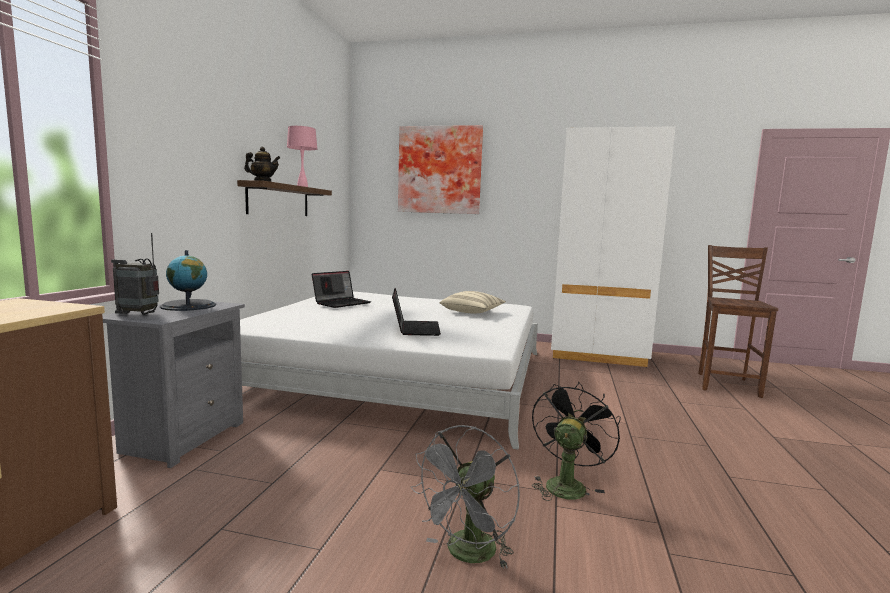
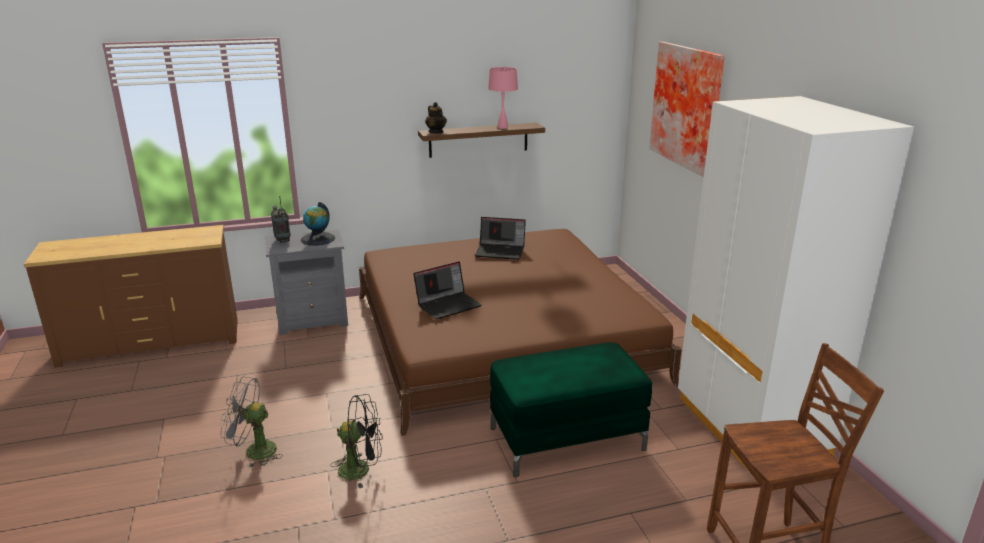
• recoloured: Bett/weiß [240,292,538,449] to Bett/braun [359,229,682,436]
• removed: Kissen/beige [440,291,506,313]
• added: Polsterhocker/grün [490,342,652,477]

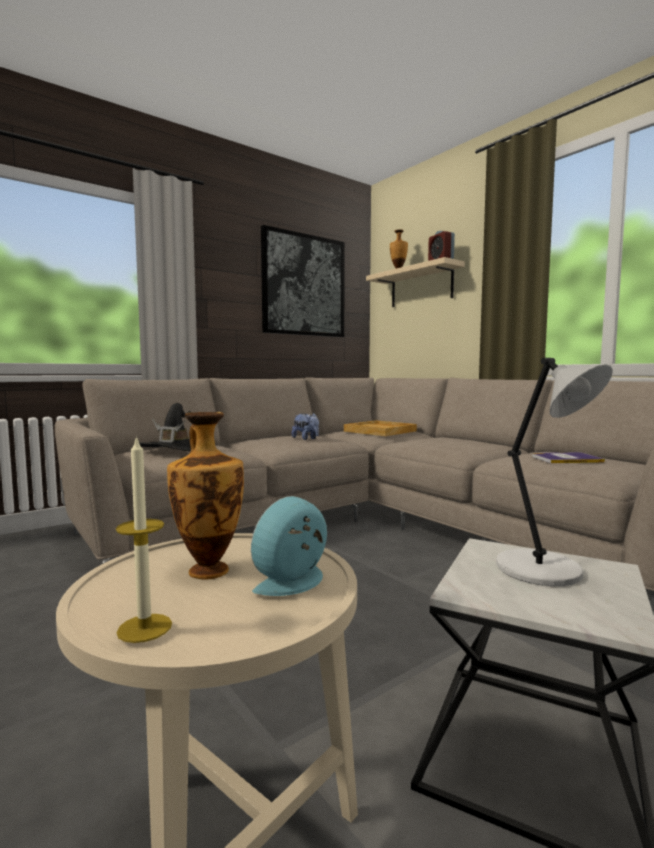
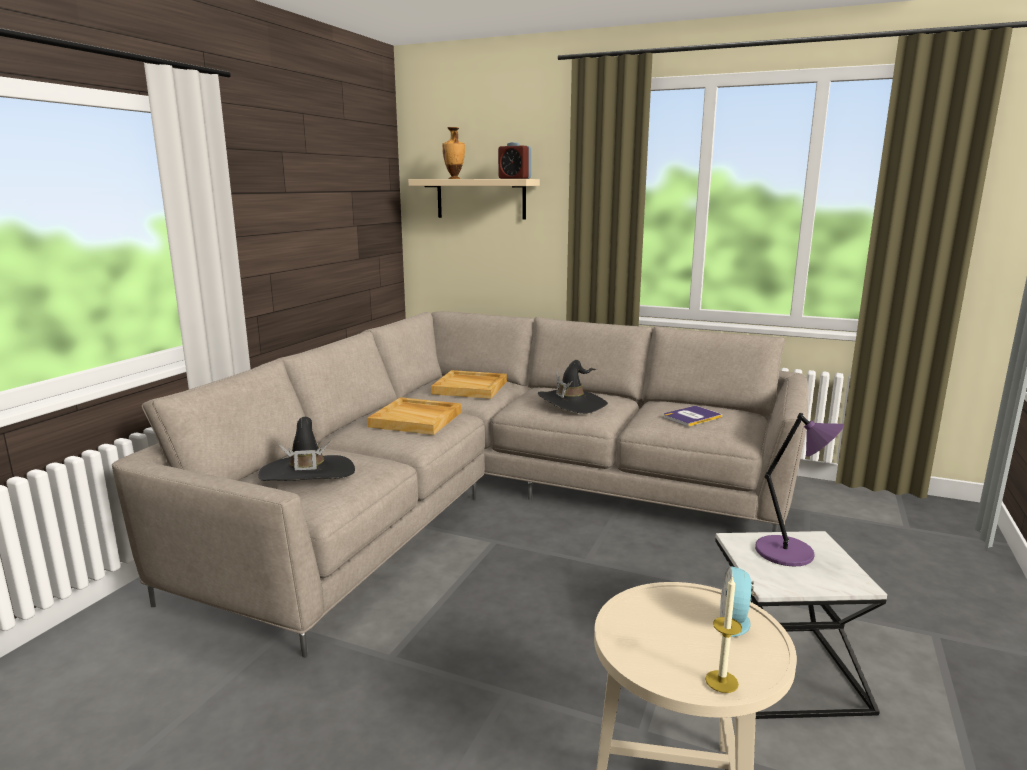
• removed: Vase [167,412,244,580]
• removed: Bild [261,225,345,337]
• replaced: Plüschtier [292,413,319,440] to Tablett/beige [367,397,461,435]
• recoloured: Tischlampe/grau [496,358,613,586] to Tischlampe/lila [755,413,844,566]
• added: Hut/schwarz [538,360,608,414]

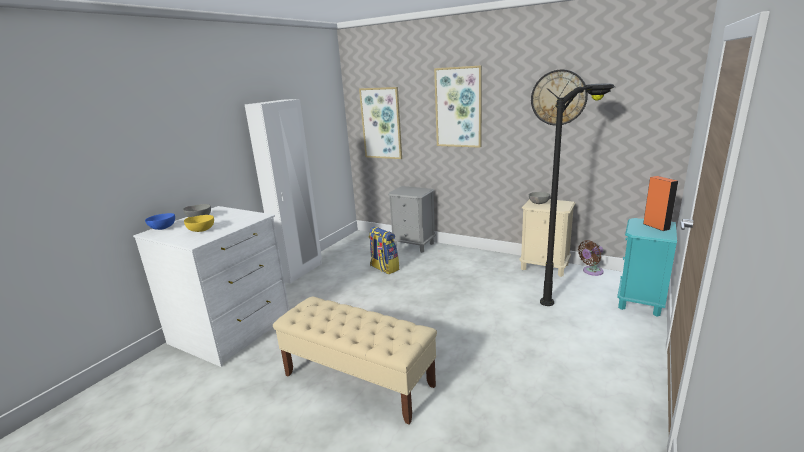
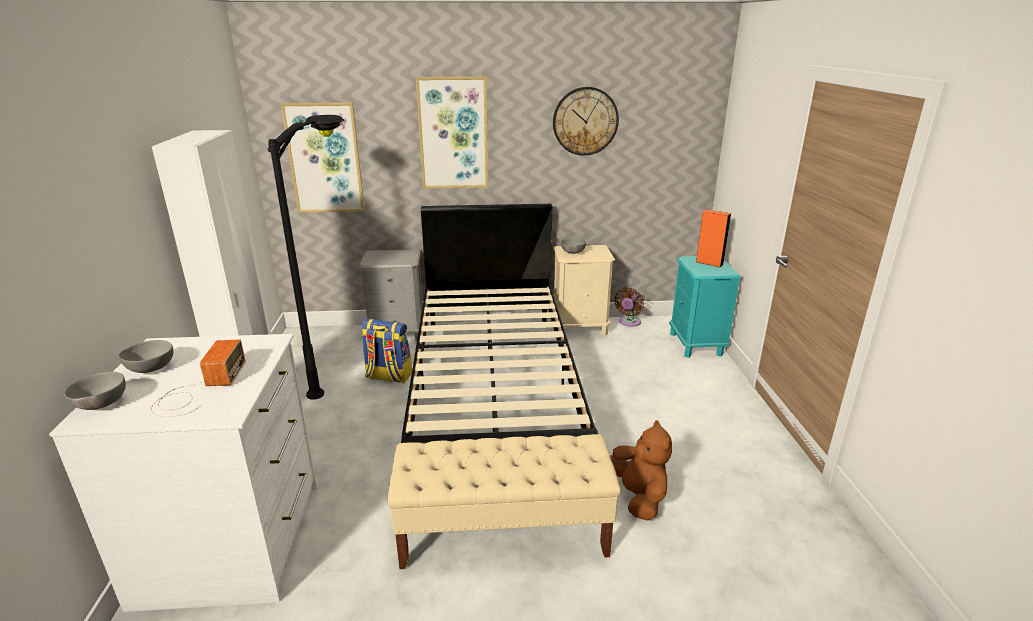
• recoloured: Schüssel/blau [145,213,175,230] to Schüssel/grau [64,372,126,410]
• replaced: Schüssel/gelb [184,215,214,232] to Radio [151,339,245,417]
• moved: Stehlampe/schwarz [540,84,615,306] to [268,115,344,400]
• added: Bett/schwarz [401,204,598,443]
• added: Plüschtier/braun [610,420,672,520]

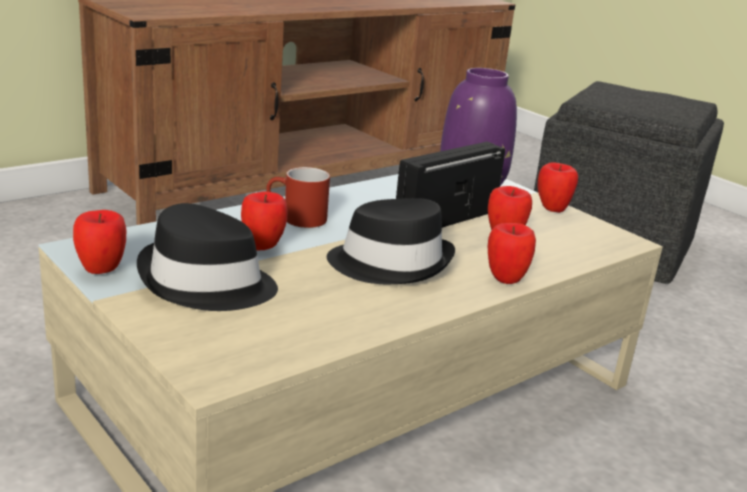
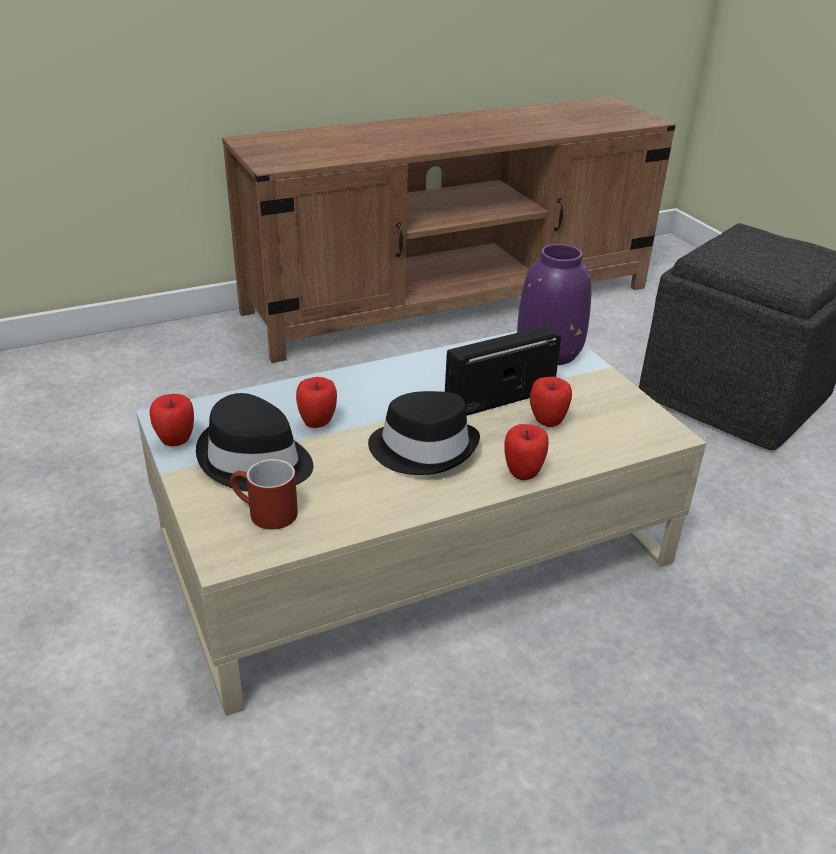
• moved: Henkelbecher/rot [266,167,330,228] to [230,459,298,530]
• removed: Apfel [538,162,578,213]

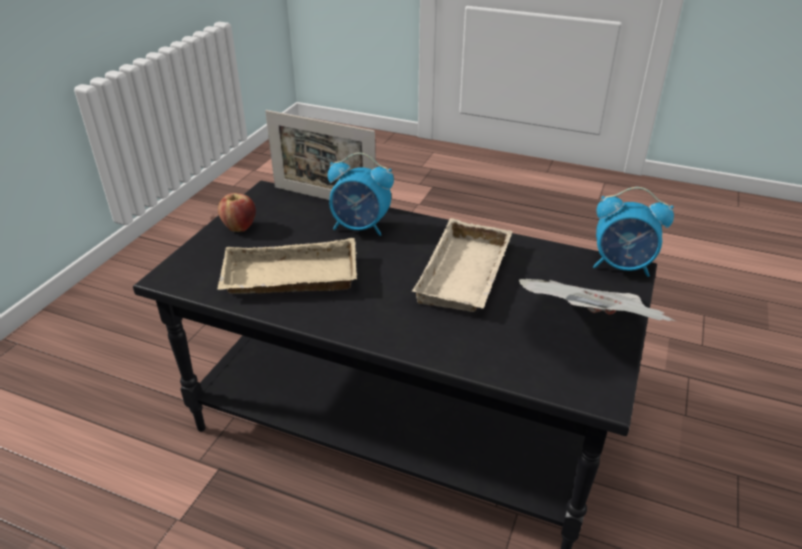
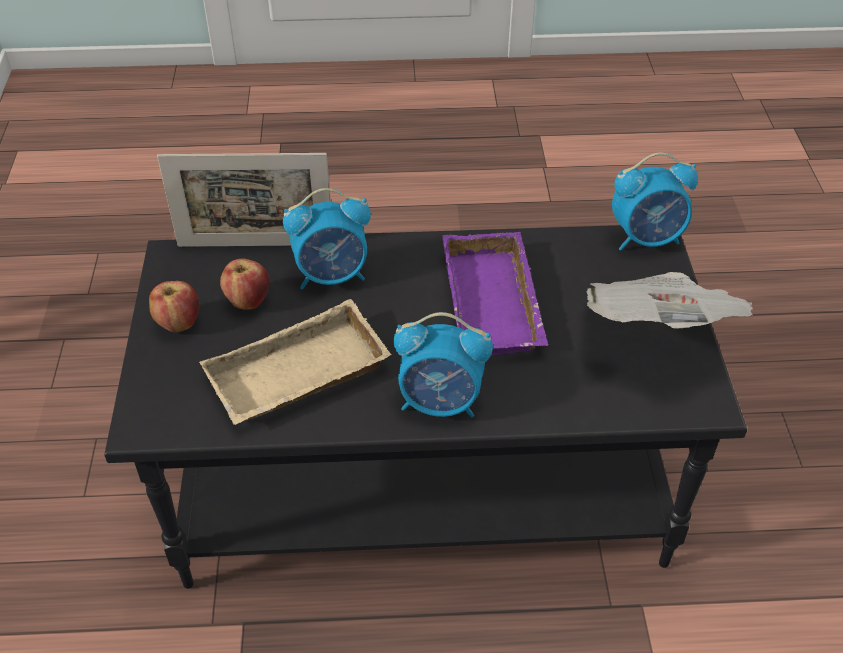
• recoloured: Tablett/beige [412,218,512,312] to Tablett/lila [443,232,549,356]
• added: Apfel [220,258,270,310]
• added: Wecker [394,312,493,417]

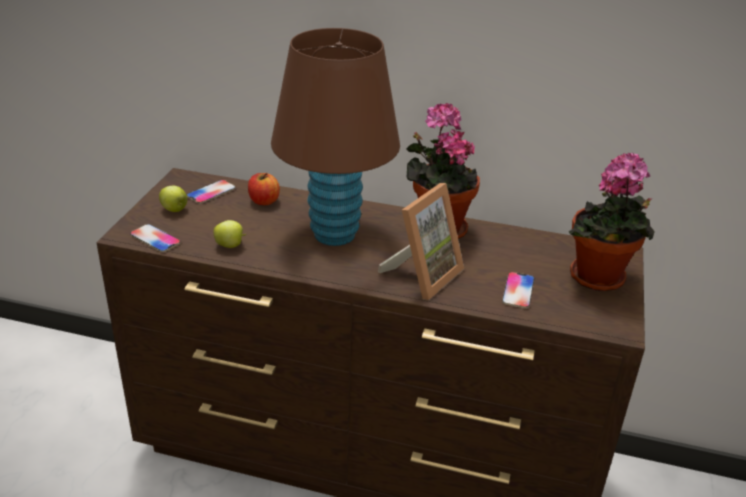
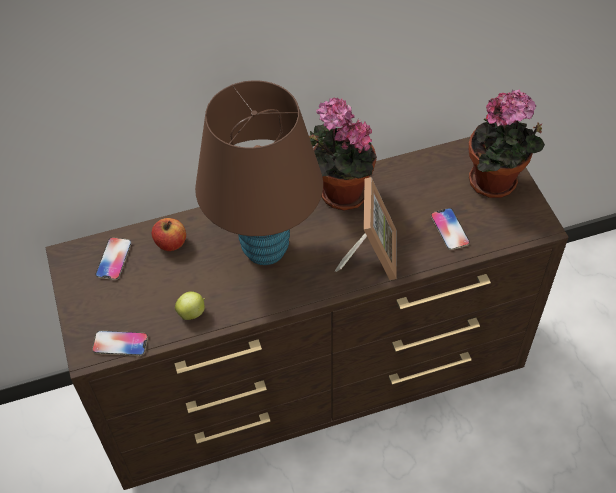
• removed: Apfel [159,186,187,212]

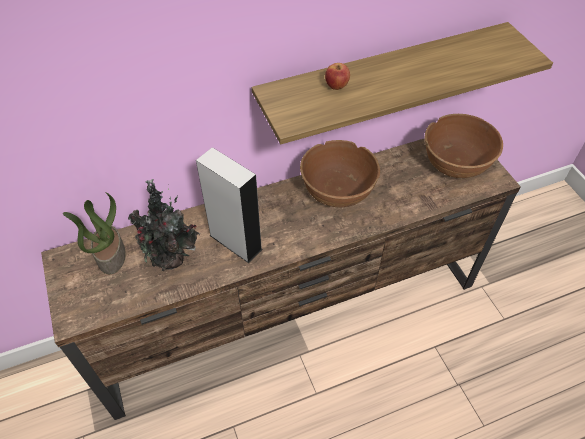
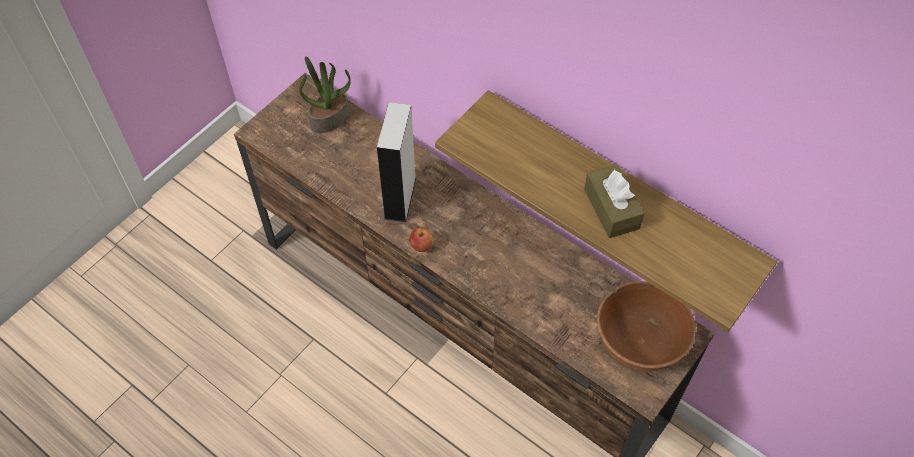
• removed: Topfpflanze [128,179,200,271]
• removed: Schüssel/braun [300,140,380,208]
• moved: Apfel [325,63,350,90] to [409,227,433,252]
• added: Taschentuchbox/braun [584,164,645,238]

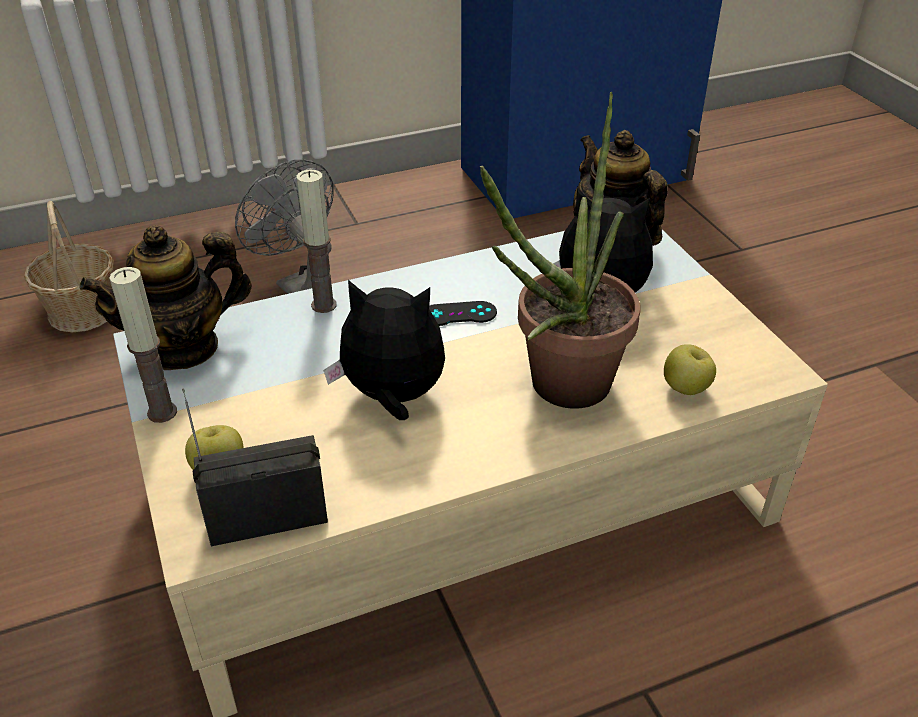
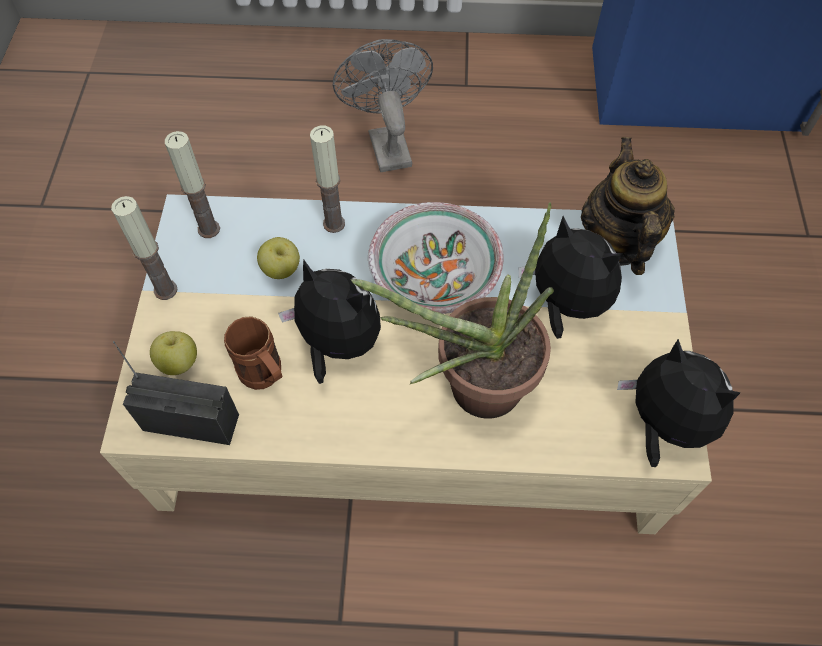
• removed: Korb [24,201,114,332]
• replaced: Teekanne [79,225,252,370] to Kerze [165,131,220,238]
• replaced: Gamepad/schwarz [429,301,497,326] to Schüssel [368,202,504,314]
• moved: Apfel [664,344,716,395] to [257,237,300,279]
• added: Henkelbecher/braun [224,316,282,390]
• added: Plüschtier [617,339,741,467]

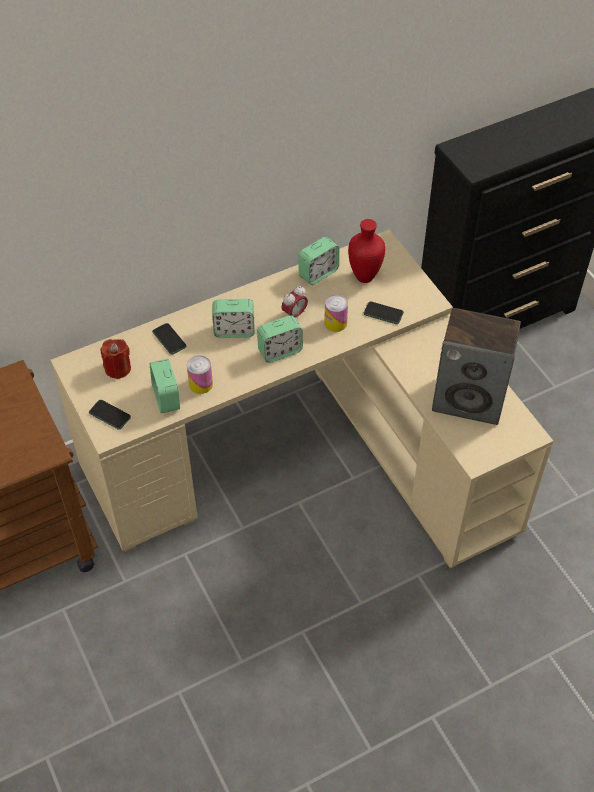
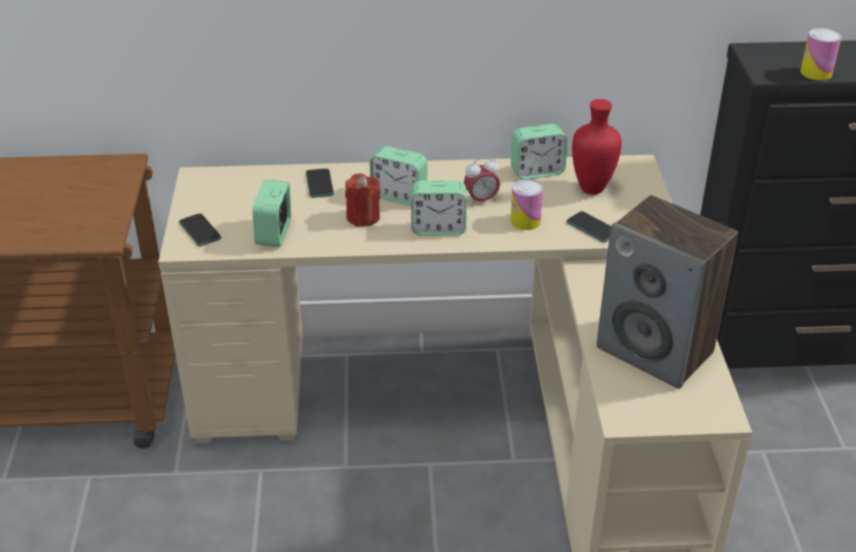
• moved: Kerze/rot [100,339,131,379] to [345,173,381,227]
• moved: Dose [187,355,213,394] to [800,28,842,80]

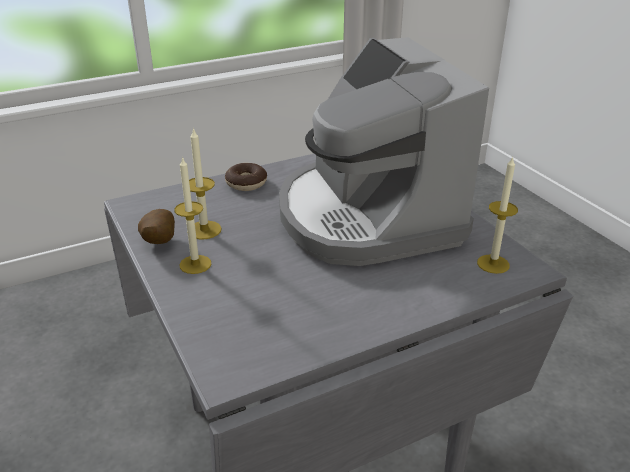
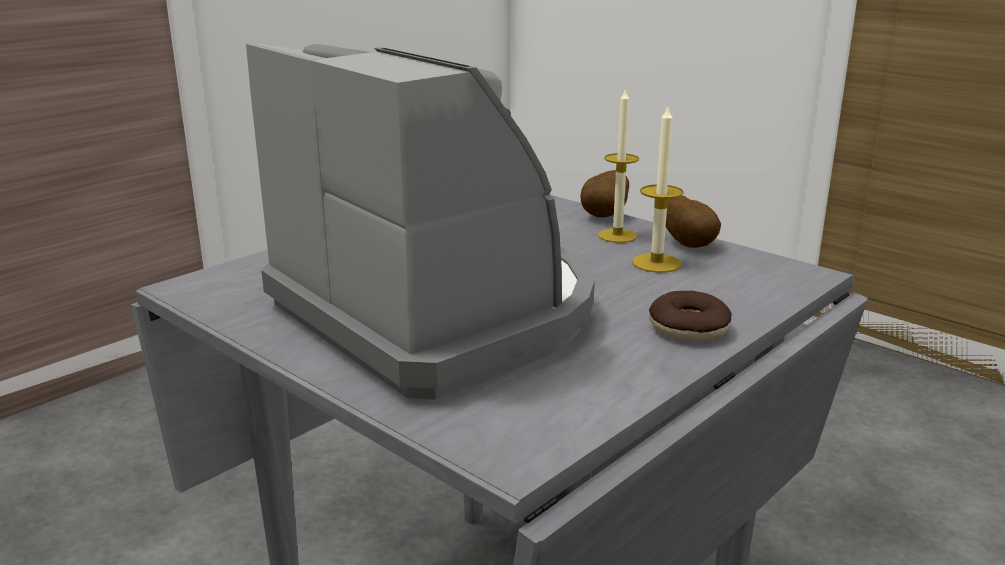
• removed: Kerze [477,157,518,274]
• added: Kartoffel [580,170,629,218]

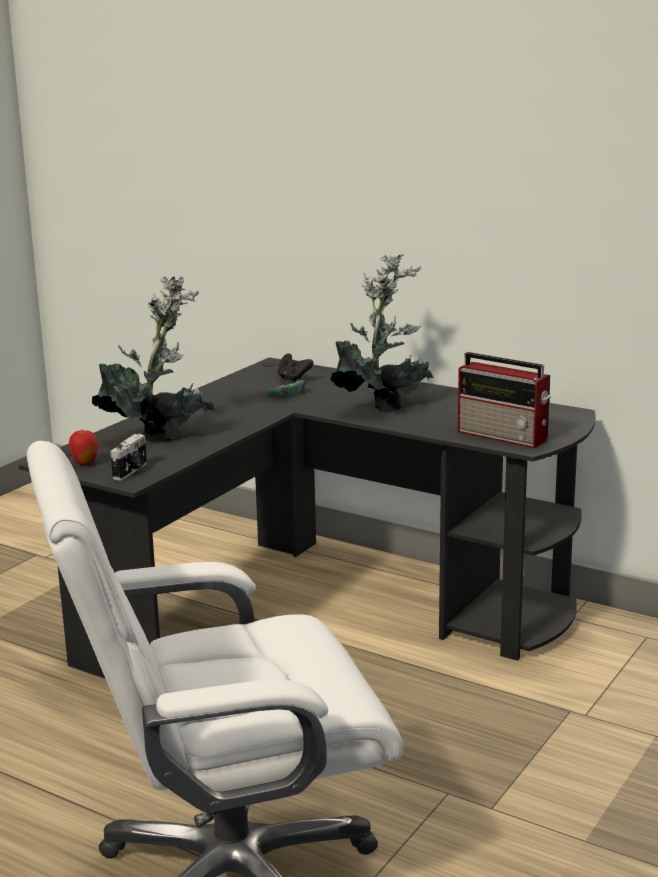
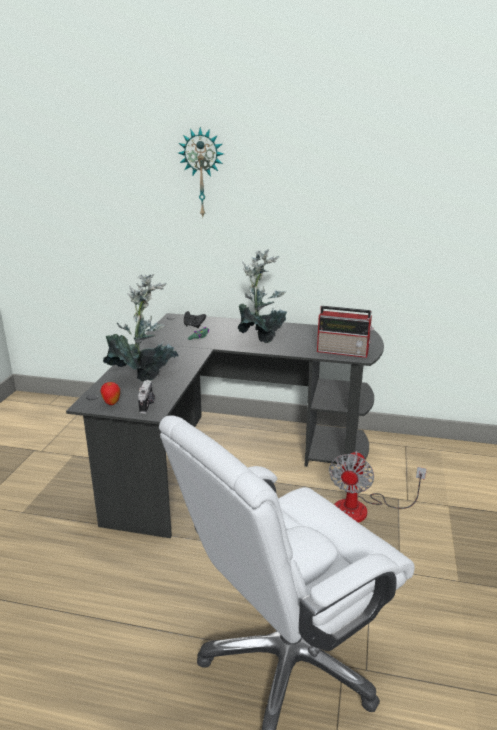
• added: Wanduhr [178,127,223,217]
• added: Ventilator [329,451,426,523]

